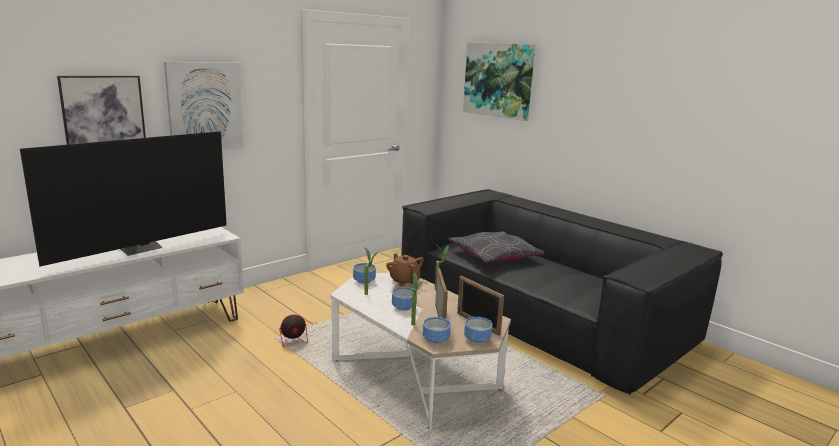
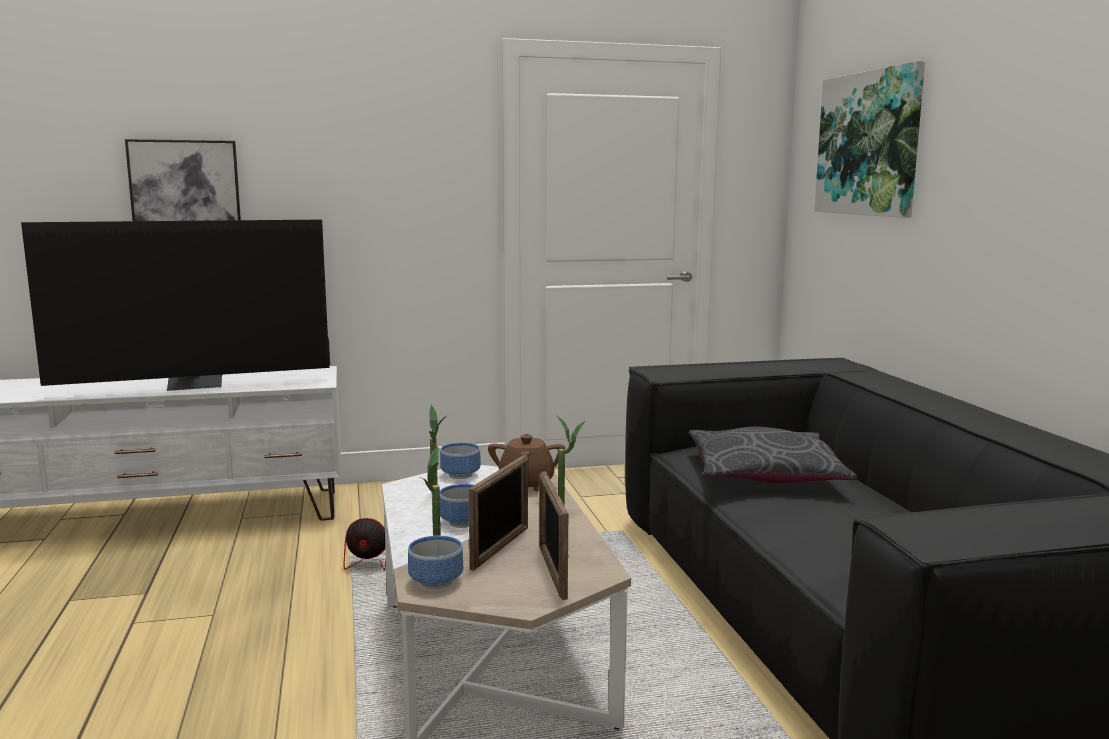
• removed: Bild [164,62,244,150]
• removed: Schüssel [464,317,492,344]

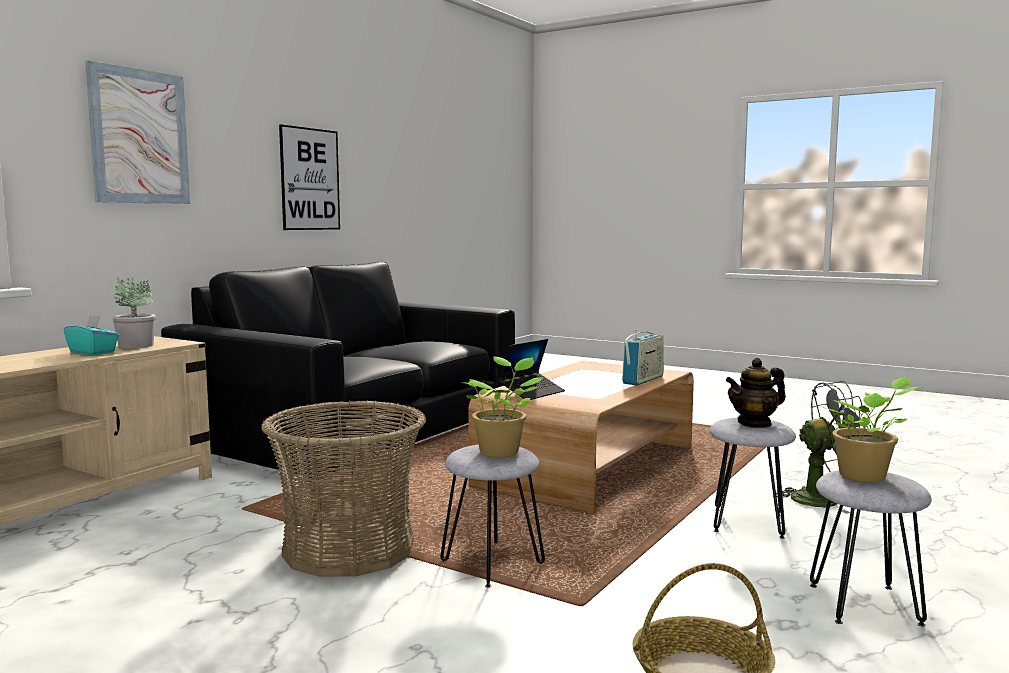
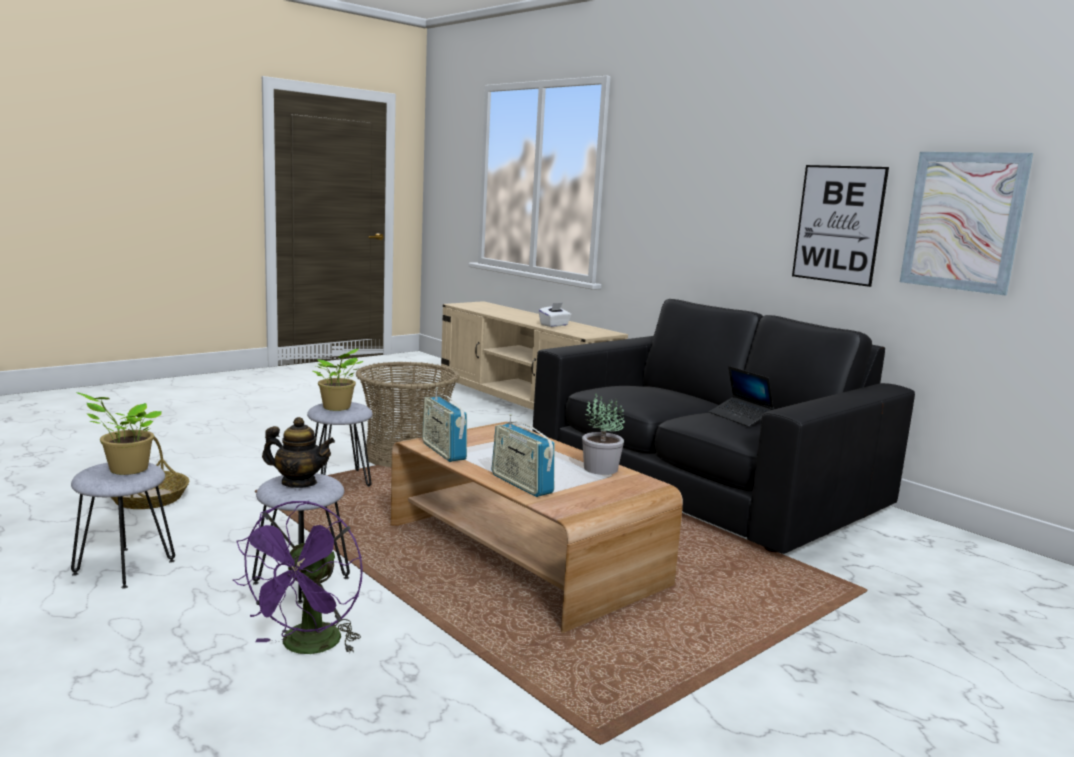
• recoloured: Taschentuchbox/türkis [64,315,119,355] to Taschentuchbox/weiß [539,303,571,327]
• moved: Bild [85,61,190,204] to [900,152,1034,296]
• moved: Topfpflanze [113,277,156,348] to [582,393,625,475]
• moved: Laptop [498,339,565,400] to [709,366,774,427]
• turned: Teekanne [726,358,786,428] = [262,417,335,488] 105 degrees clockwise
• recoloured: Ventilator/grau [776,381,871,514] to Ventilator/lila [233,501,363,654]
• added: Radio [422,387,467,462]

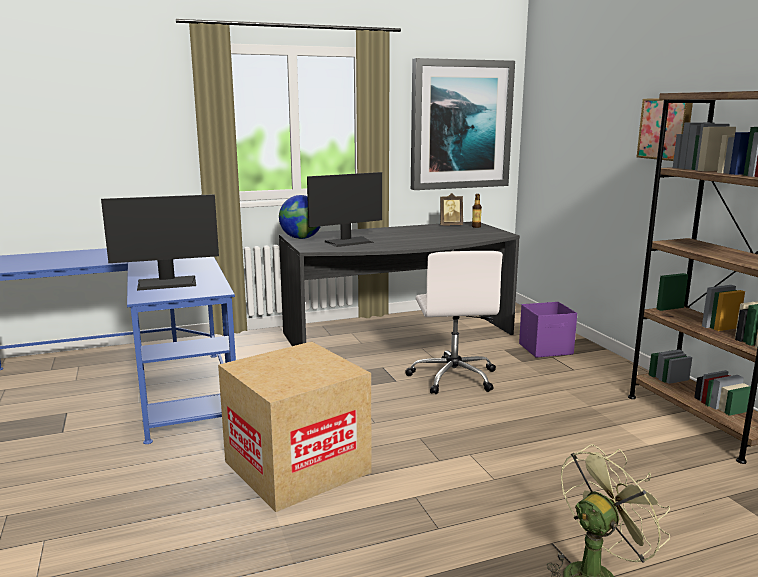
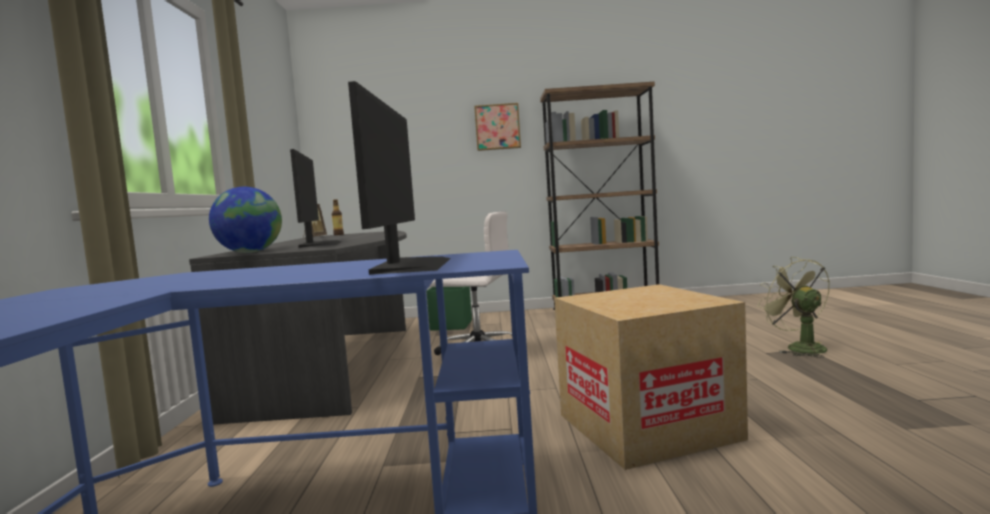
• removed: Bild [411,58,515,190]
• recoloured: Aufbewahrungsbox/lila [519,302,577,358] to Aufbewahrungsbox/grün [426,287,472,331]

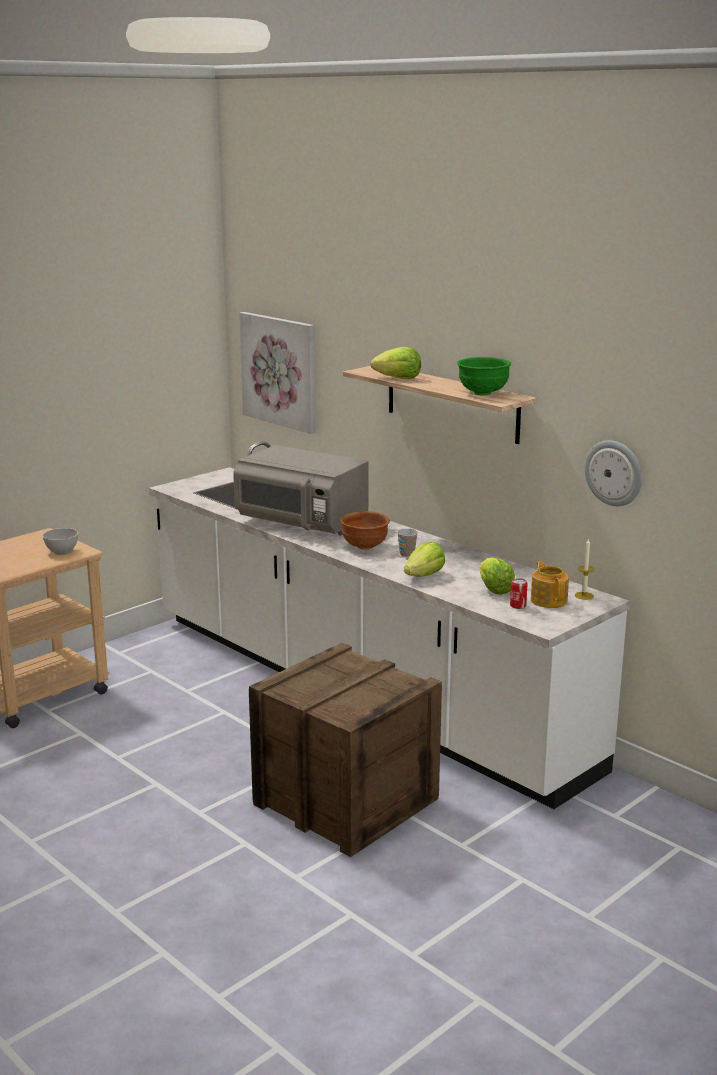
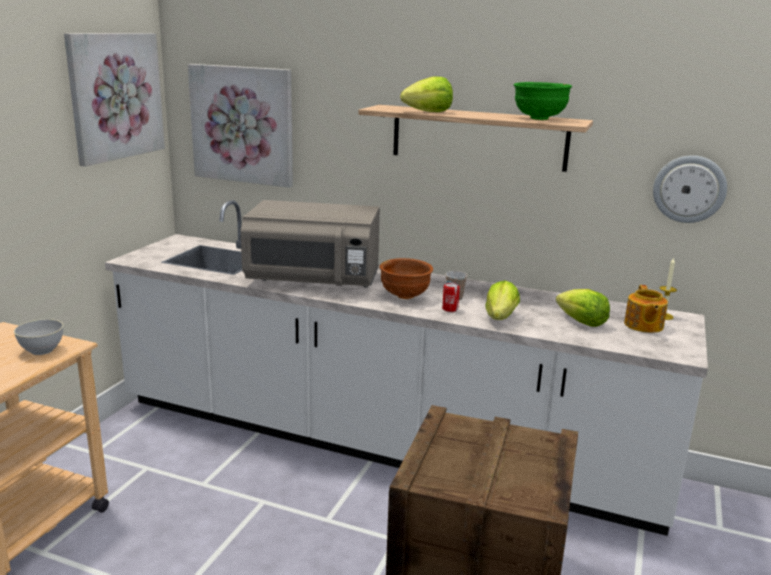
• moved: Dose [510,578,528,609] to [442,282,460,312]
• turned: Teekanne [531,561,569,608] = [624,285,668,333] 135 degrees counterclockwise
• added: Bild [64,33,165,166]

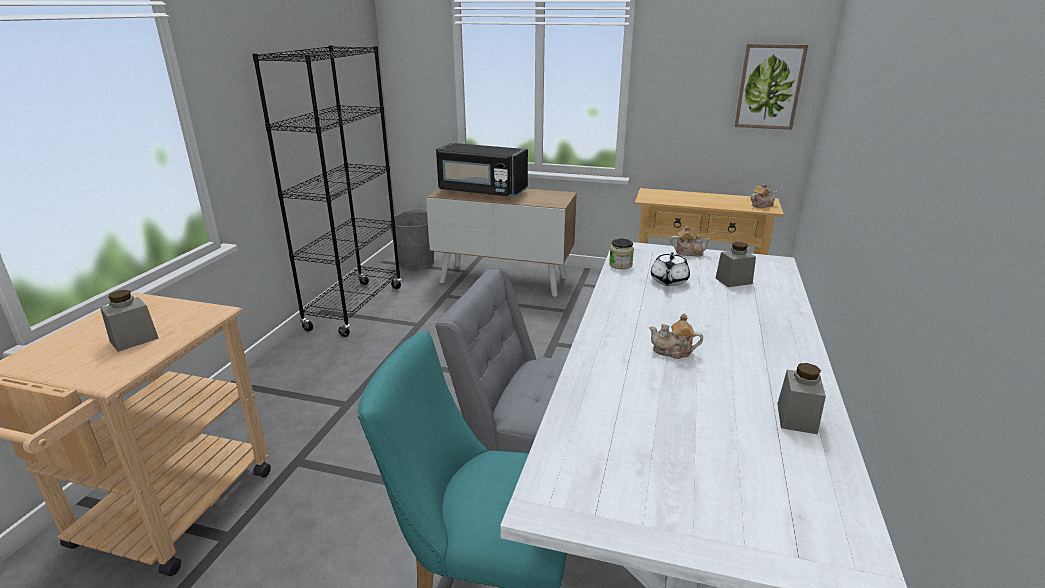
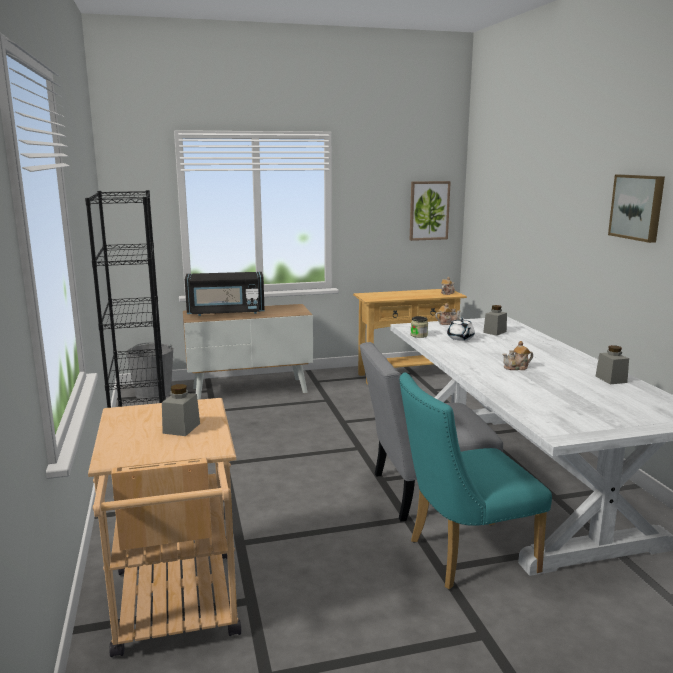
• added: Bild [608,175,665,243]

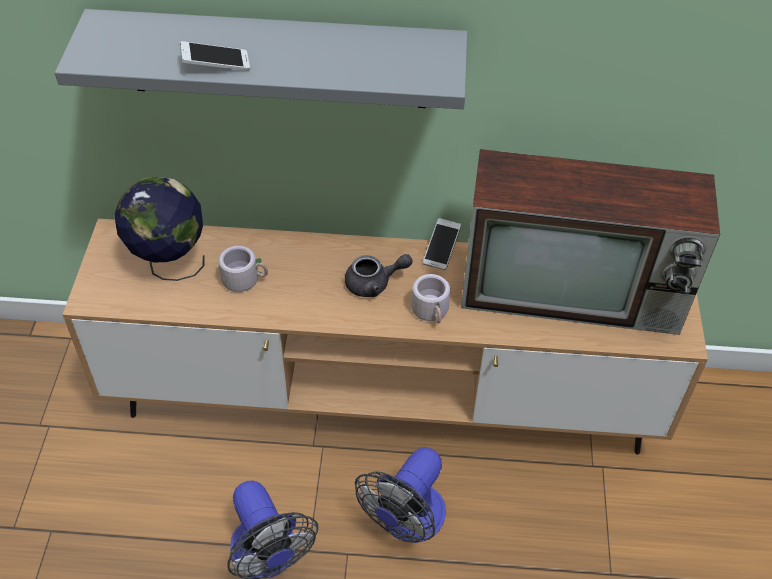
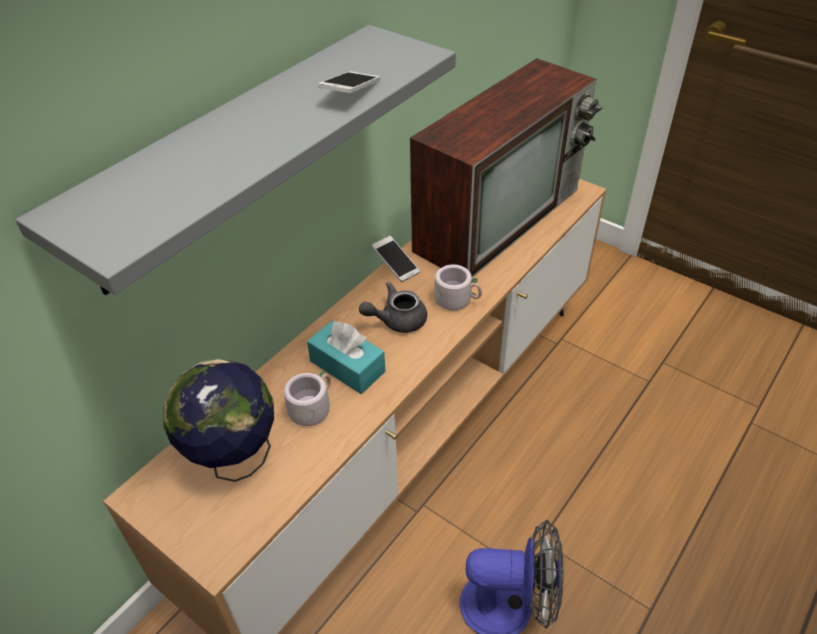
• moved: Handy [180,41,250,71] to [318,71,380,93]
• turned: Teekanne/grau [345,254,413,297] = [359,282,427,333] 135 degrees counterclockwise
• removed: Ventilator [355,447,446,543]
• added: Taschentuchbox/türkis [307,320,385,394]

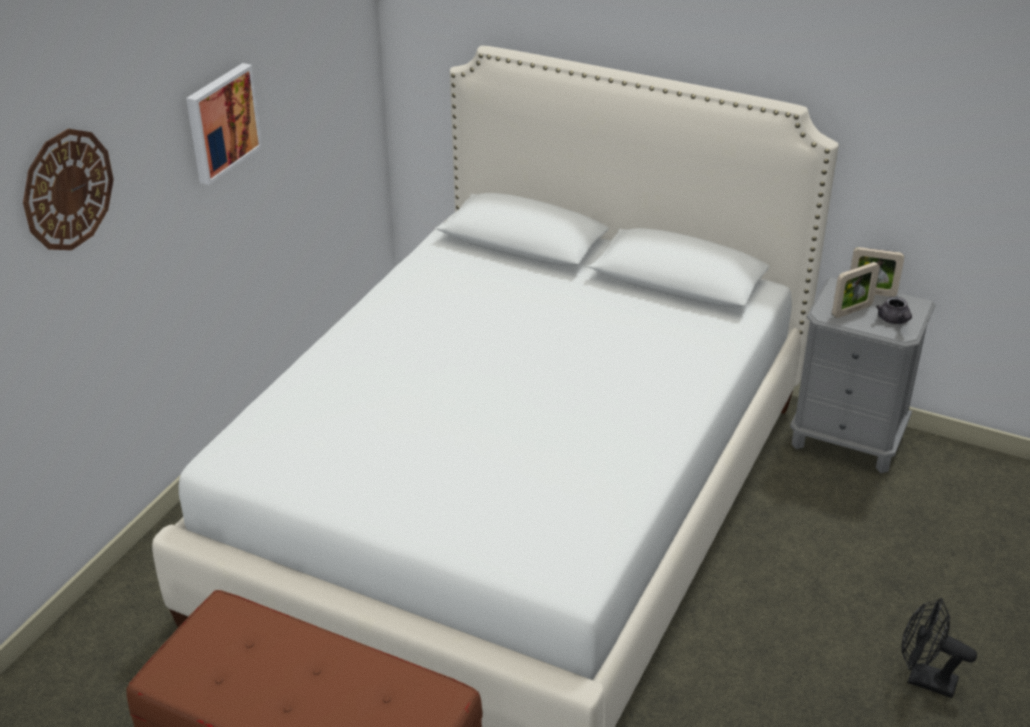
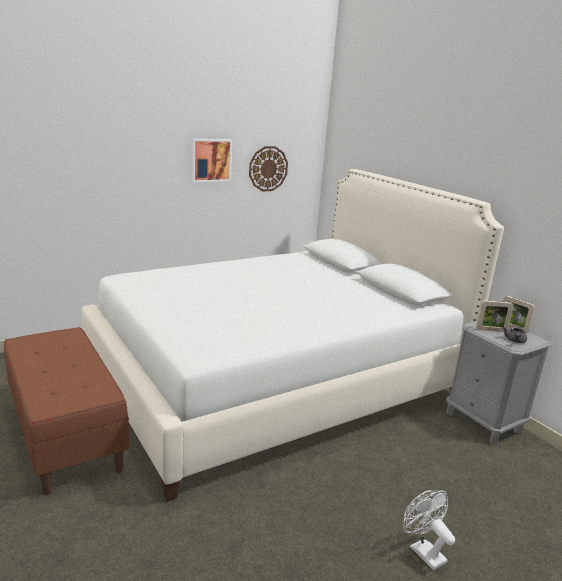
• moved: Wanduhr [23,129,114,250] to [249,146,288,192]
• recoloured: Ventilator/schwarz [902,598,977,698] to Ventilator/weiß [403,490,455,570]

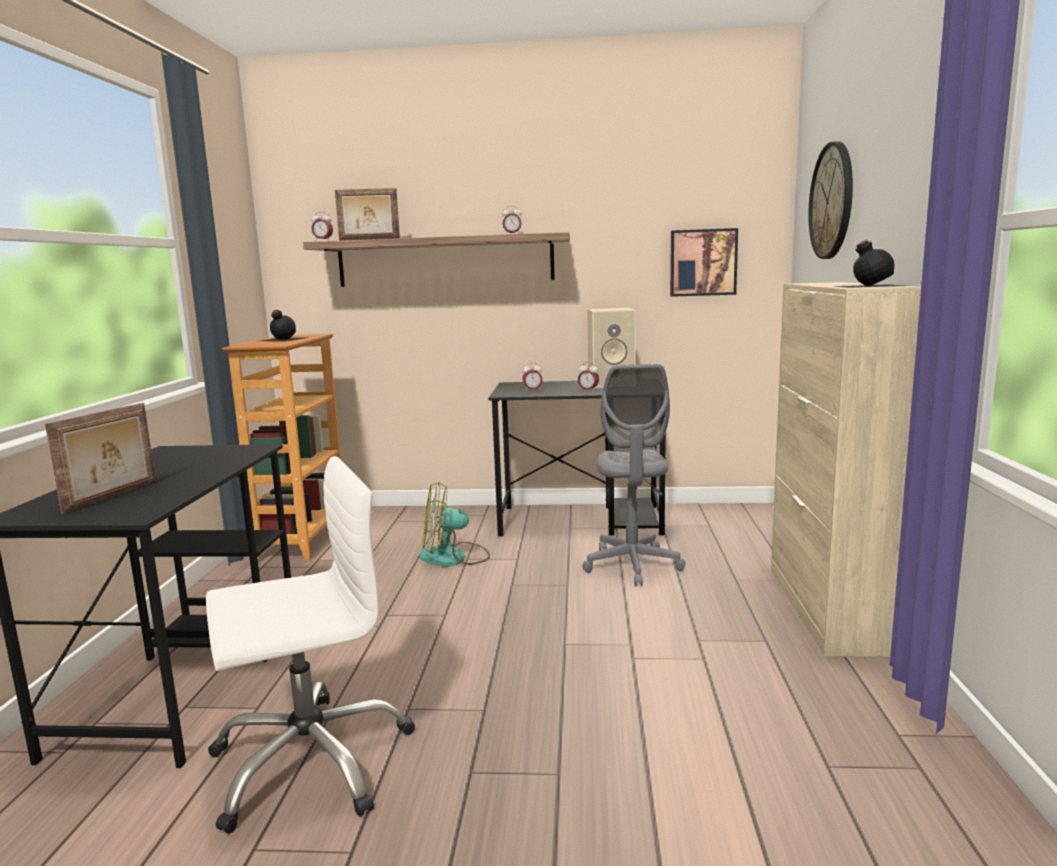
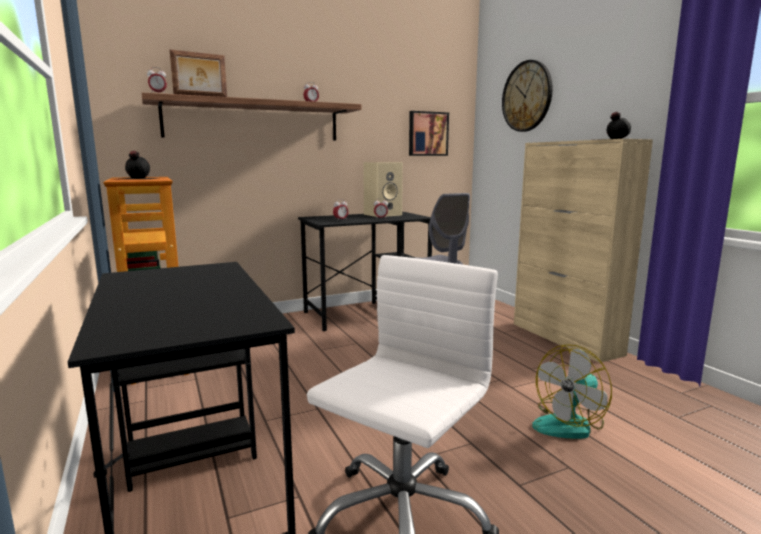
• removed: Bilderrahmen [45,403,156,514]
• moved: Ventilator [419,482,490,567] to [532,344,612,439]

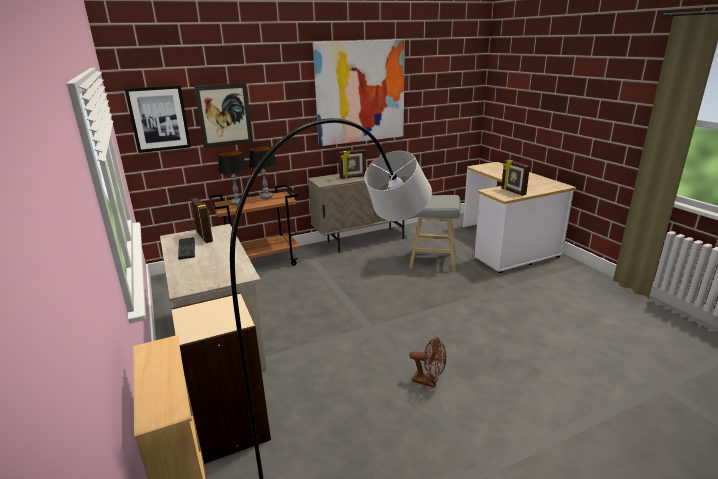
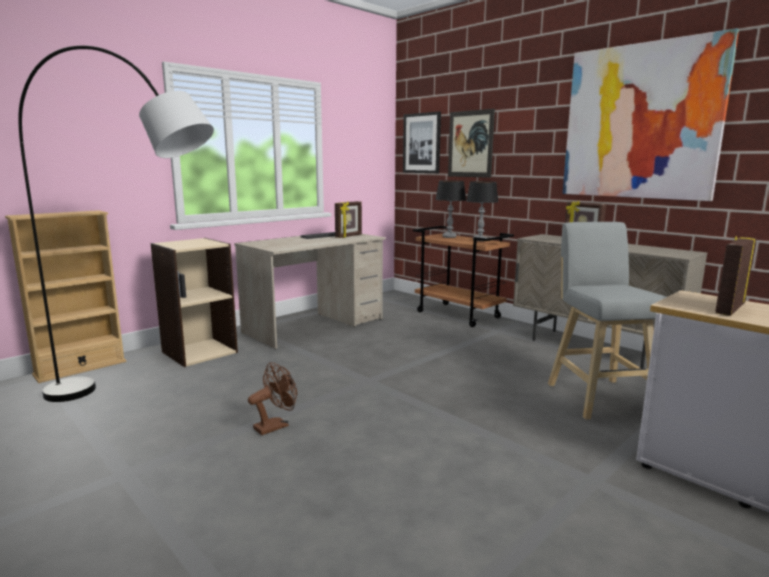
• turned: Ventilator/braun [409,337,447,388] = [248,362,297,435] 135 degrees counterclockwise

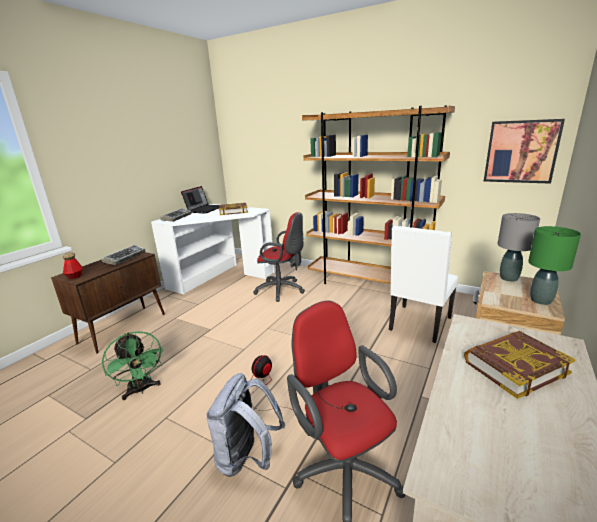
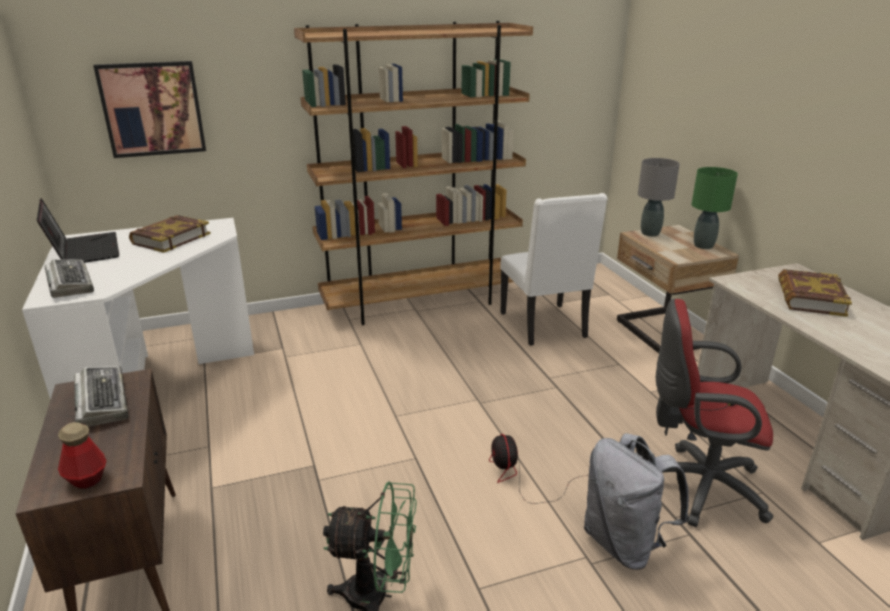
• removed: Bürostuhl/rot [253,212,305,302]
• moved: Bild [484,119,565,184] to [93,61,206,158]

